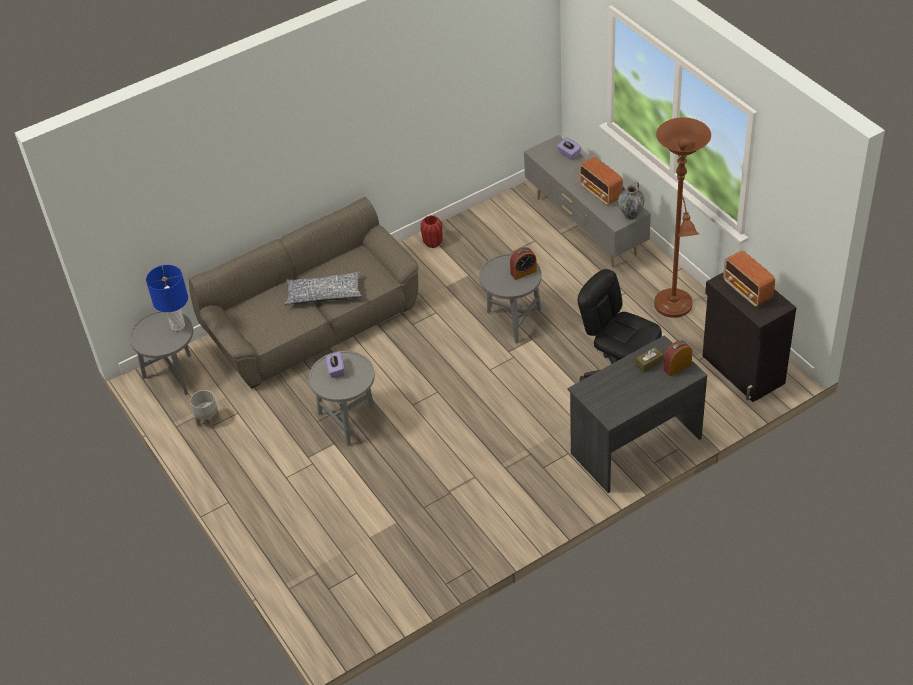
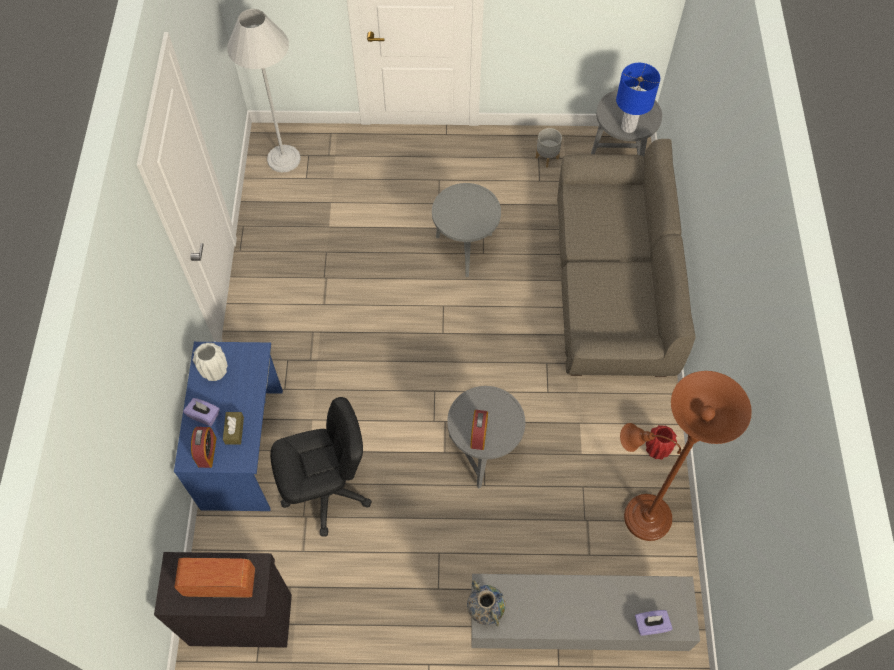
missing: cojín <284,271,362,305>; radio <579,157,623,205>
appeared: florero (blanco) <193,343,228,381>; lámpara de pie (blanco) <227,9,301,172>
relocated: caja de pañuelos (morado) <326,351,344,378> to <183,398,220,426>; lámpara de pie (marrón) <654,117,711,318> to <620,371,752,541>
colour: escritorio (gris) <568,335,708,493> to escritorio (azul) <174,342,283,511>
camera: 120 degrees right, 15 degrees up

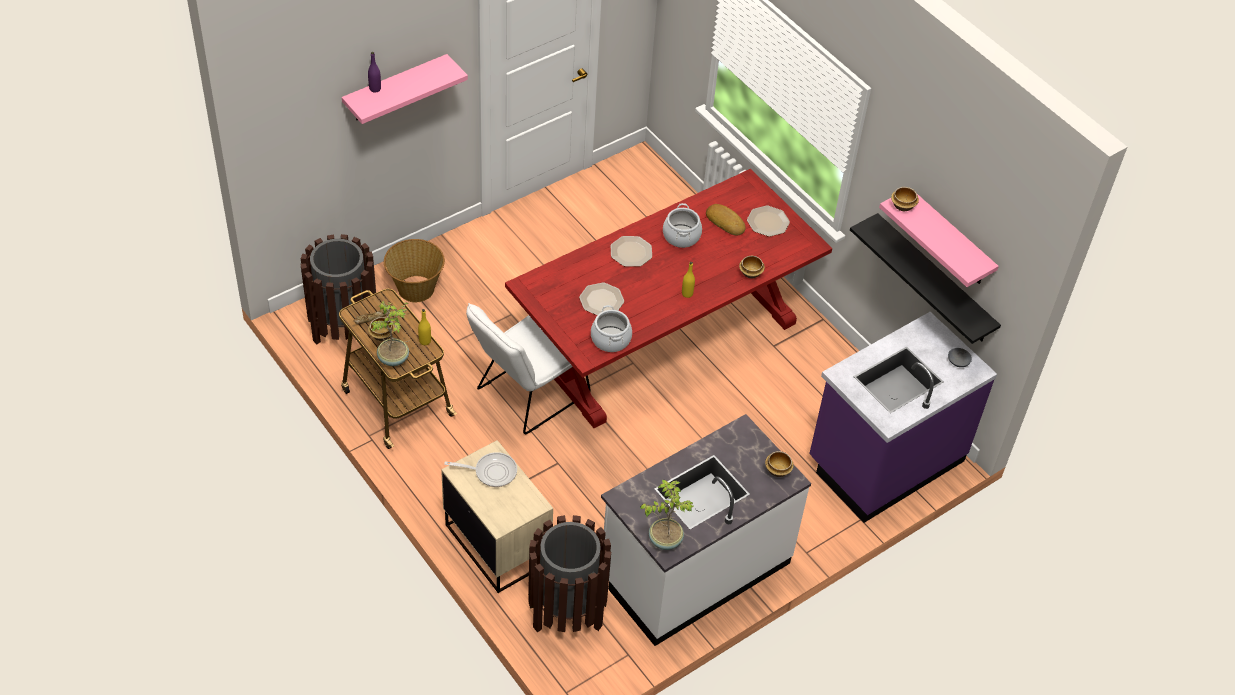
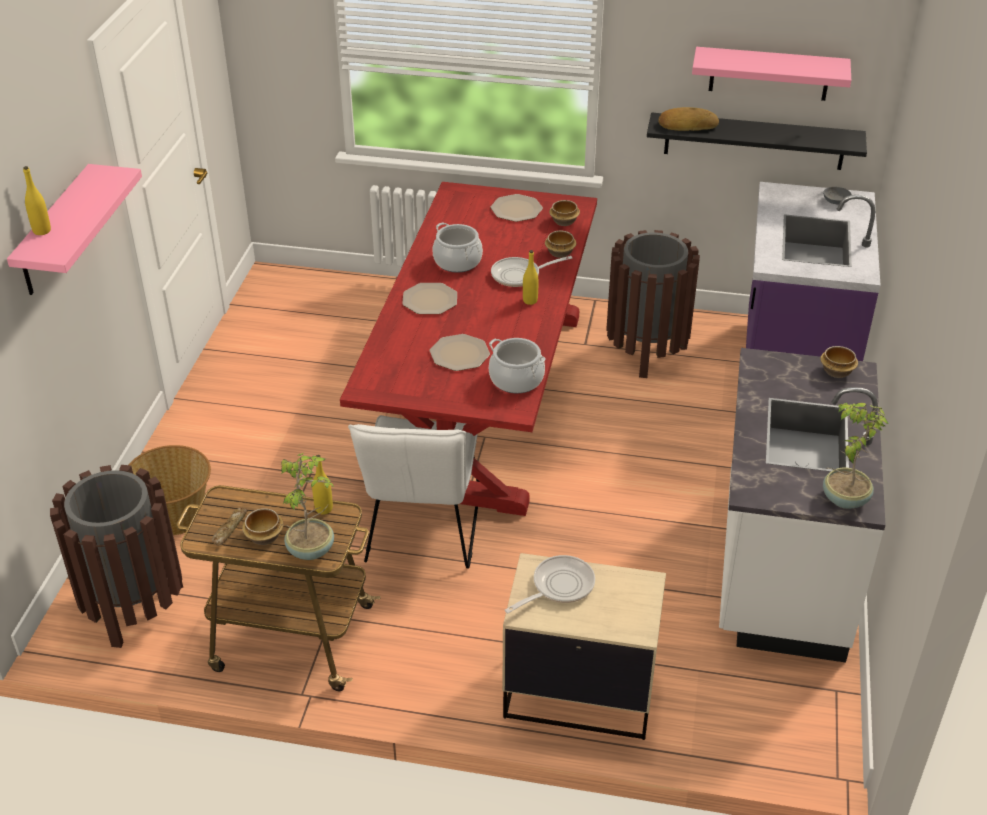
appeared: sartén <491,256,572,287>
relocated: papelera (marrón) <528,515,611,633> to <606,230,700,378>; pan <706,204,746,235> to <659,107,719,131>; cuenco <891,187,919,211> to <549,200,580,226>
colour: botella (morado) <368,52,381,92> to botella (amarillo) <23,166,51,235>
camera: 40 degrees left, 10 degrees down

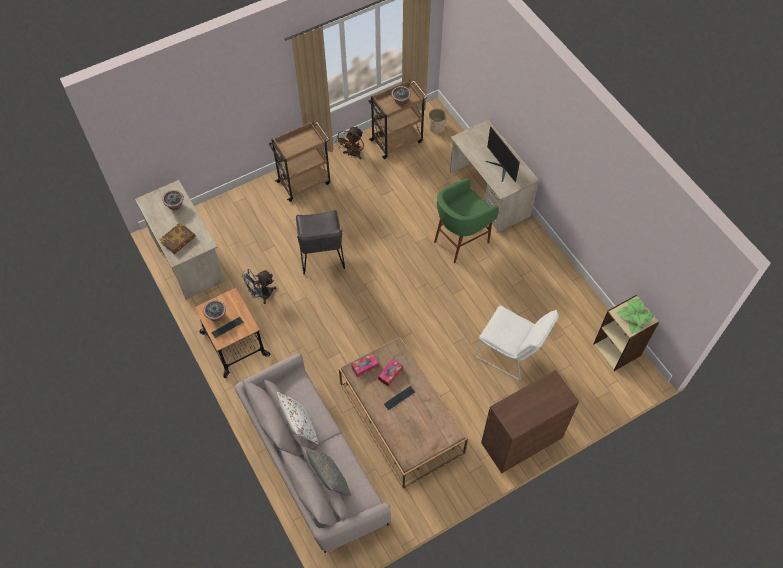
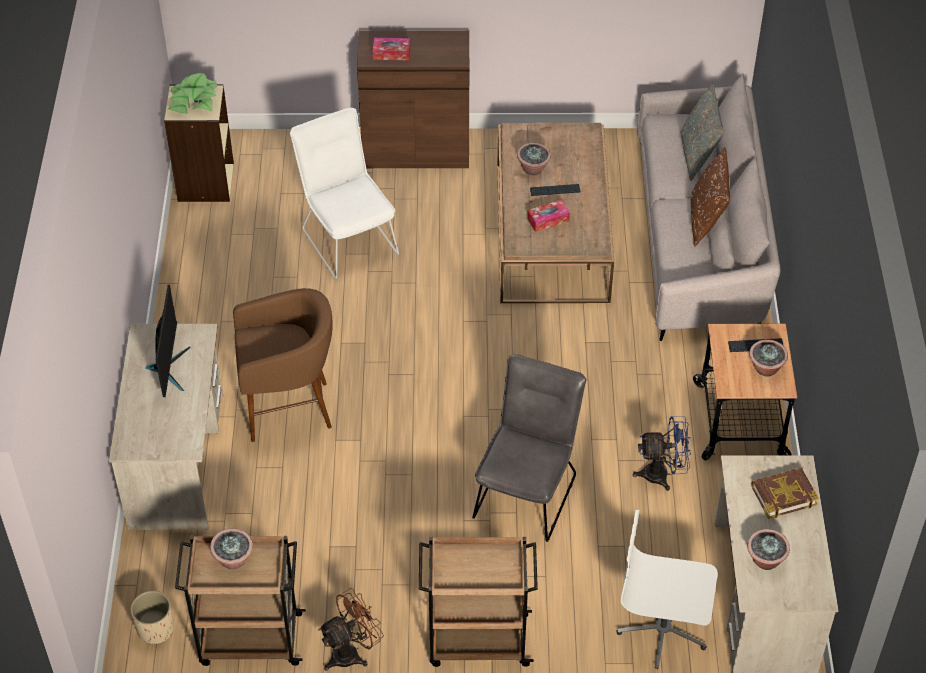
appeared: planta en maceta <517,143,551,176>; silla de oficina (blanco) <617,509,718,669>
relocated: caja de pañuelos <351,353,379,377> to <373,38,410,60>
colour: cojín (blanco) <277,392,319,444> to cojín (marrón) <691,148,730,247>; taburete (verde) <434,178,499,263> to taburete (marrón) <233,288,332,442>
camera: 150 degrees left, 10 degrees down

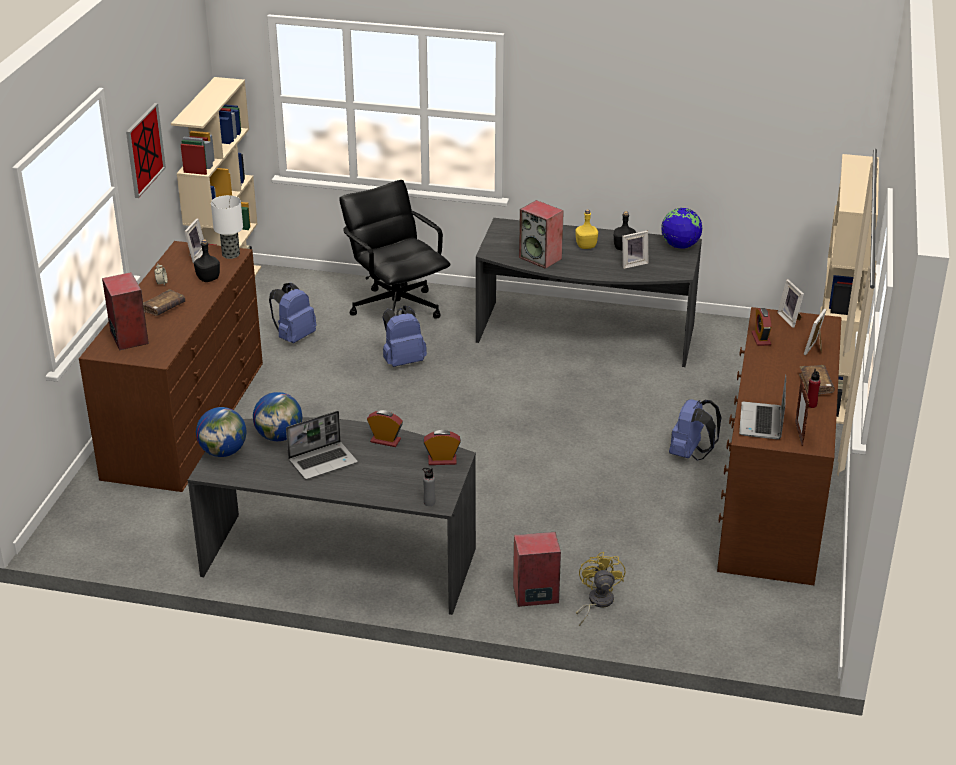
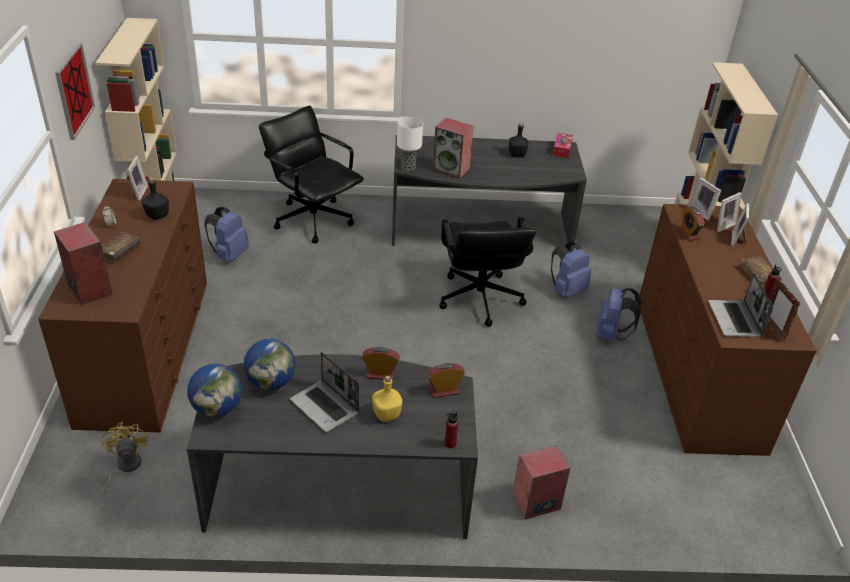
appeared: silla de oficina (negro) <439,217,536,327>
relocated: lámpara de mesa <211,195,243,259> to <397,116,423,171>; mochila (azul) <382,306,427,367> to <551,242,591,298>; botella (amarillo) <575,209,598,249> to <372,376,402,422>; ventilador (amarillo) <576,552,625,626> to <102,422,148,496>; portarretratos <622,231,648,269> to <717,192,742,232>
exchanged: globo terráqueo <661,208,702,249> to caja de pañuelos <553,133,573,158>
colour: botella (gris) <423,468,435,506> to botella (rojo) <444,412,459,448>
spun: portátil <286,411,358,480> = <290,352,359,432> 90 degrees clockwise
camera: 15 degrees left, 5 degrees up

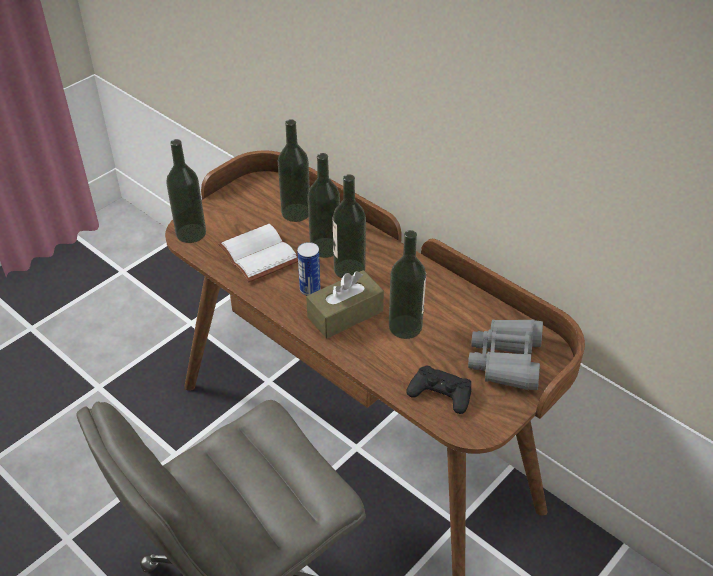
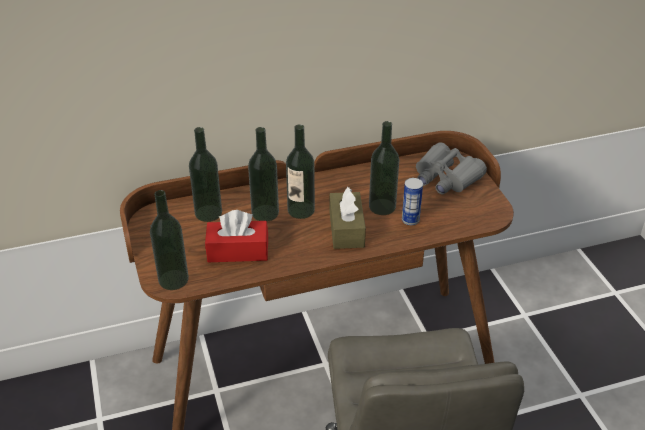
missing: mando de consola (negro) <406,365,471,414>
relocated: lata <297,242,320,296> to <402,178,423,225>
exchanged: libro (blanco) <218,223,298,282> to caja de pañuelos (rojo) <205,210,268,262>
camera: 60 degrees left, 5 degrees down

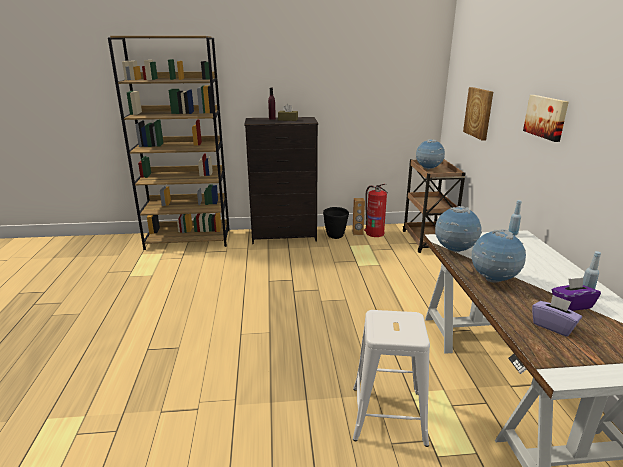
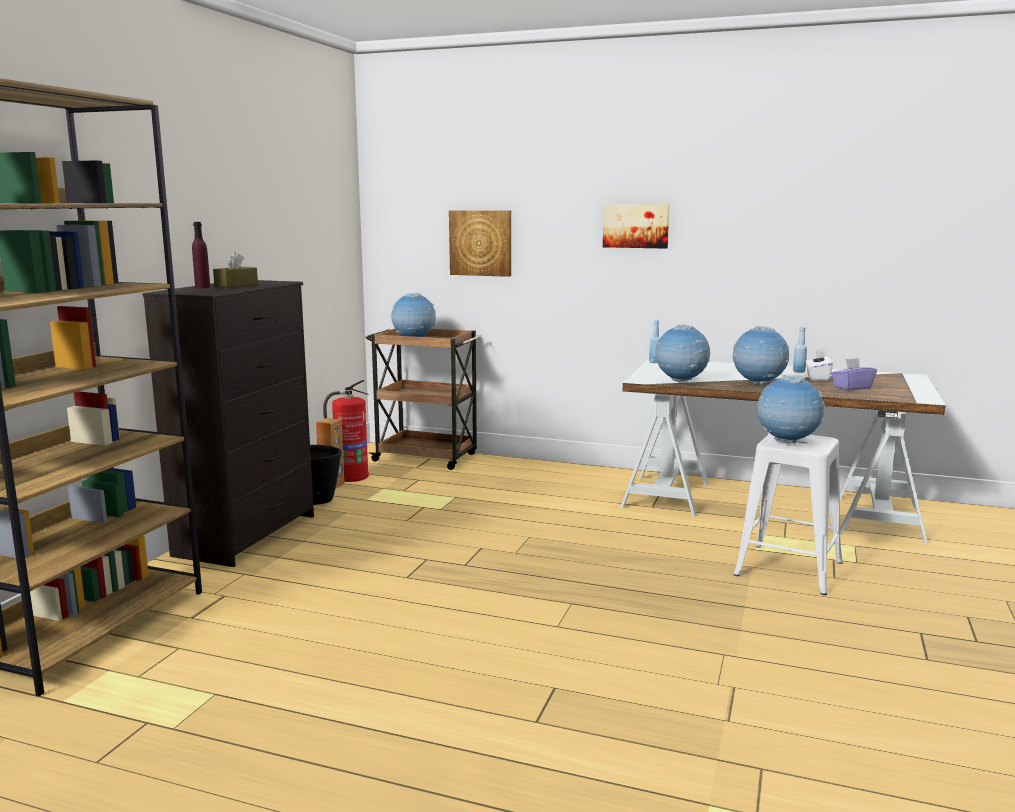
appeared: globo terráqueo <757,375,825,443>
colour: caja de pañuelos (morado) <552,278,601,311> to caja de pañuelos (blanco) <806,351,833,381>
camera: 65 degrees left, 10 degrees down

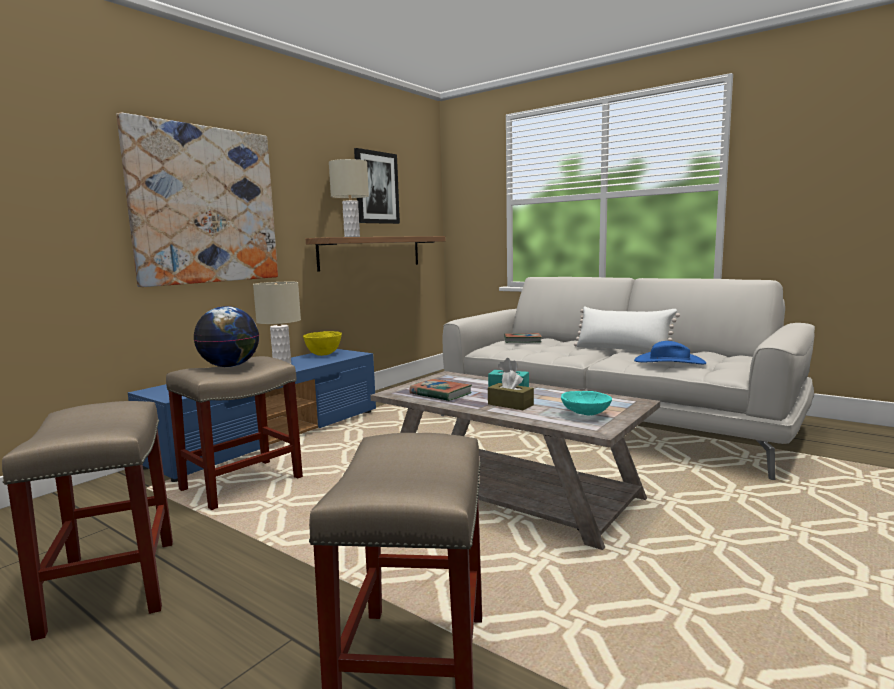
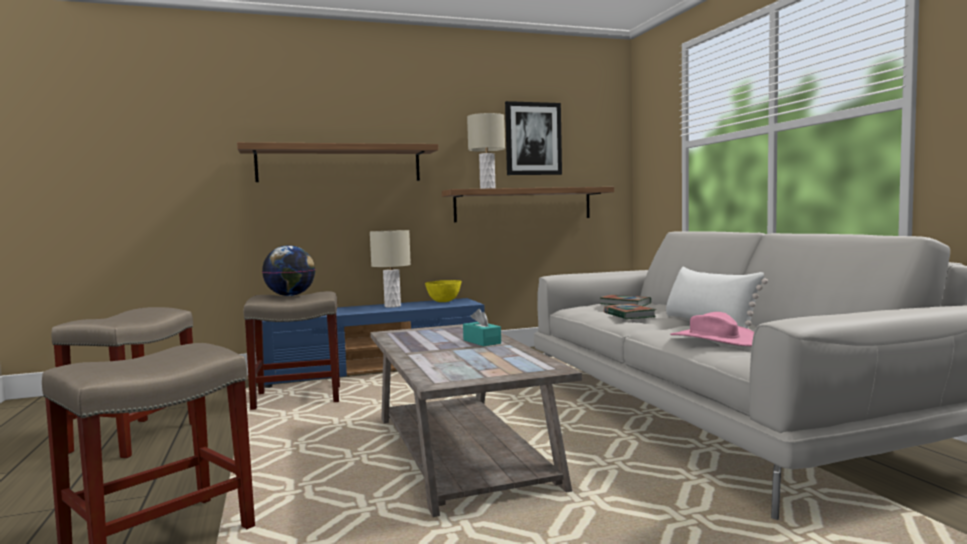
missing: caja de pañuelos (marrón) <488,370,534,410>; cuenco (turquesa) <561,391,612,416>
relocated: libro <409,379,472,401> to <604,304,656,319>
exchanged: cuadro <116,112,278,287> to estante <237,142,438,182>
colour: sombrero (azul) <634,341,706,364> to sombrero (rosa) <670,312,754,346>
camera: 35 degrees right, 5 degrees down

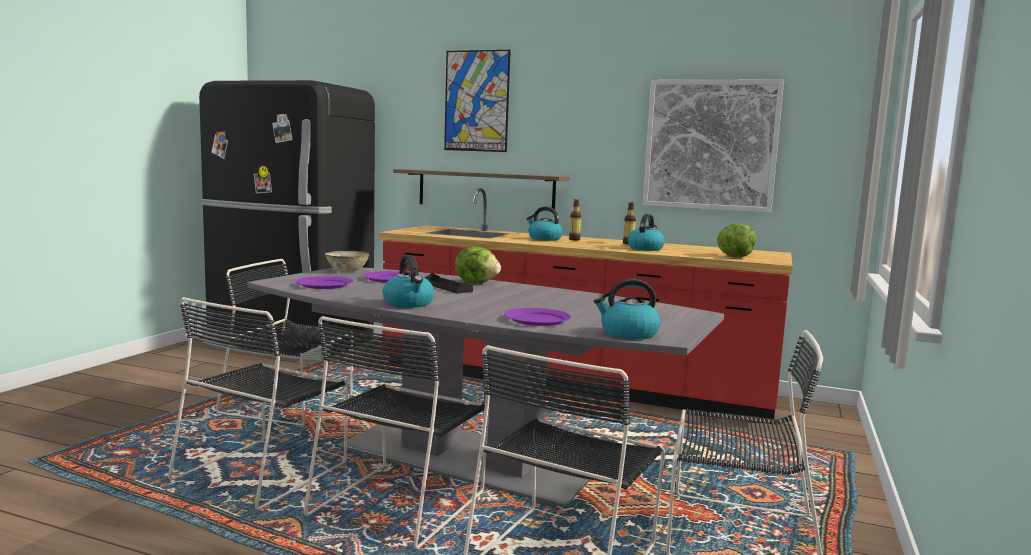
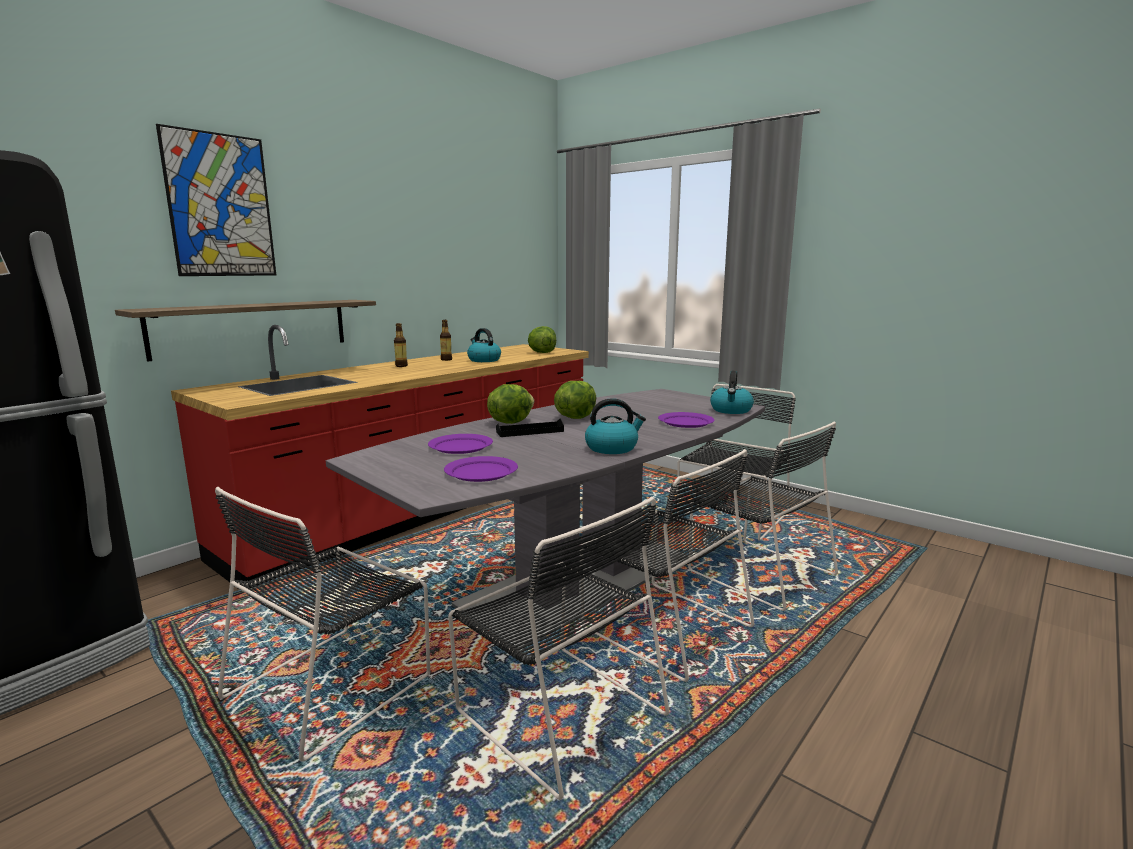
missing: cuenco <325,251,369,272>; hervidor <527,207,563,241>; cuadro <643,79,784,213>
appeared: lechuga <554,381,596,419>
camera: 70 degrees left, 5 degrees up

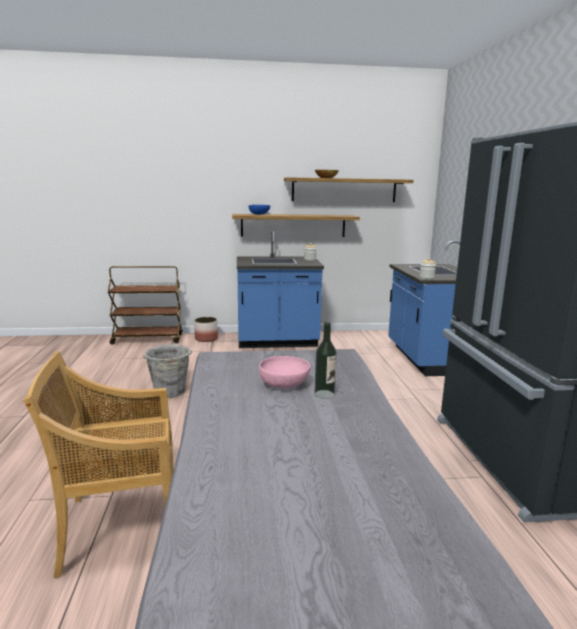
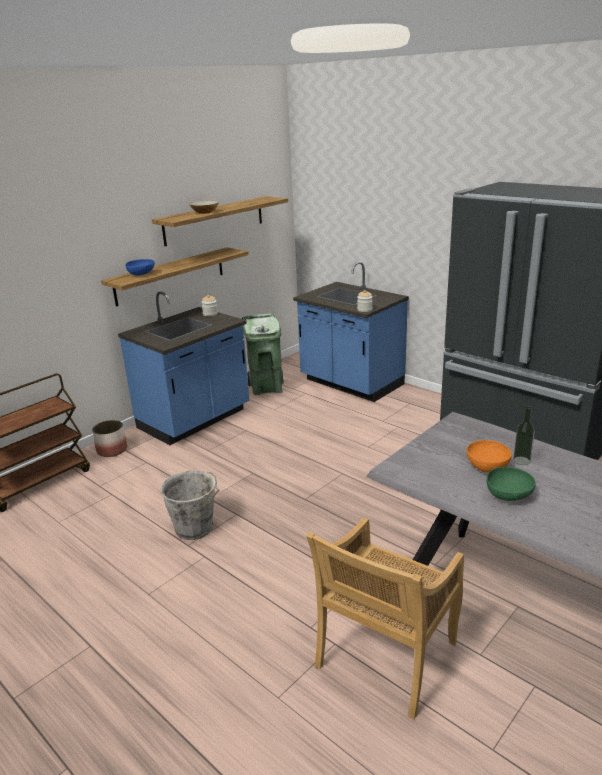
appeared: papelera (verde) <242,313,284,395>; cuenco (verde) <486,467,536,501>
colour: cuenco (rosa) <259,356,310,389> to cuenco (naranja) <466,440,512,472>
camera: 40 degrees left, 10 degrees up

